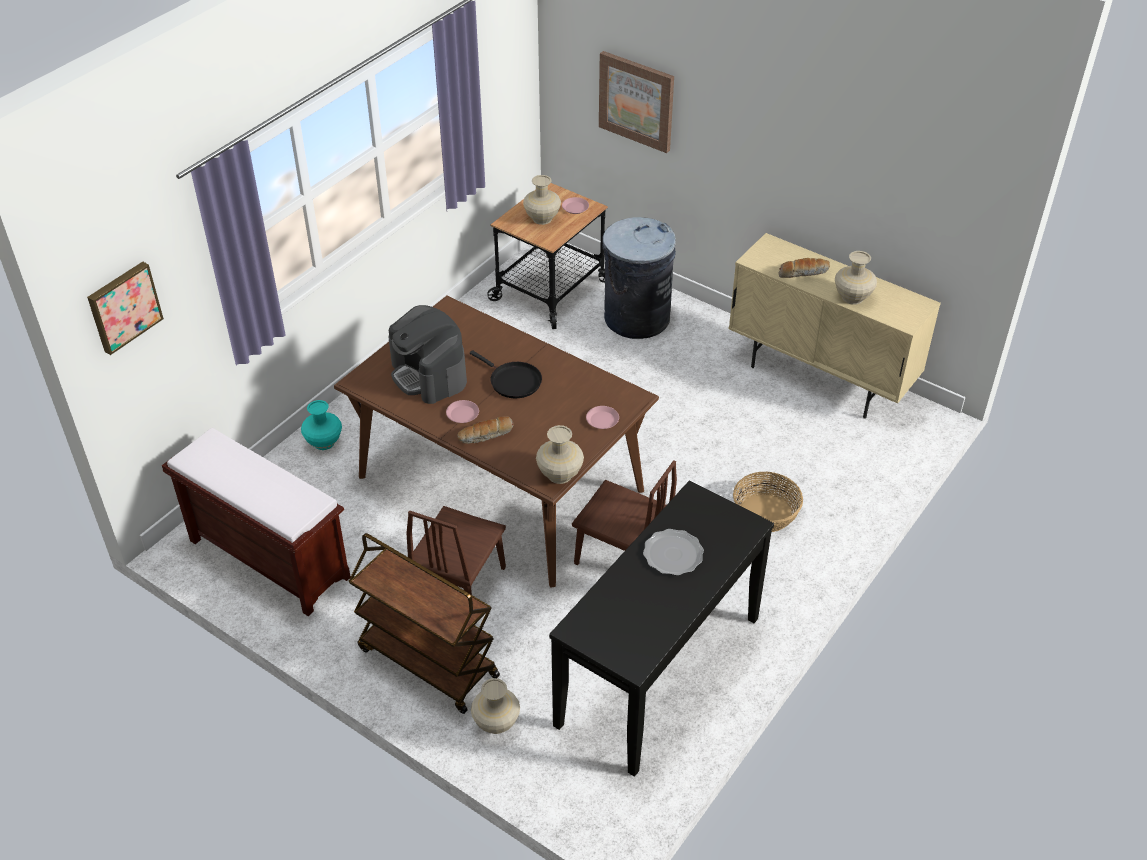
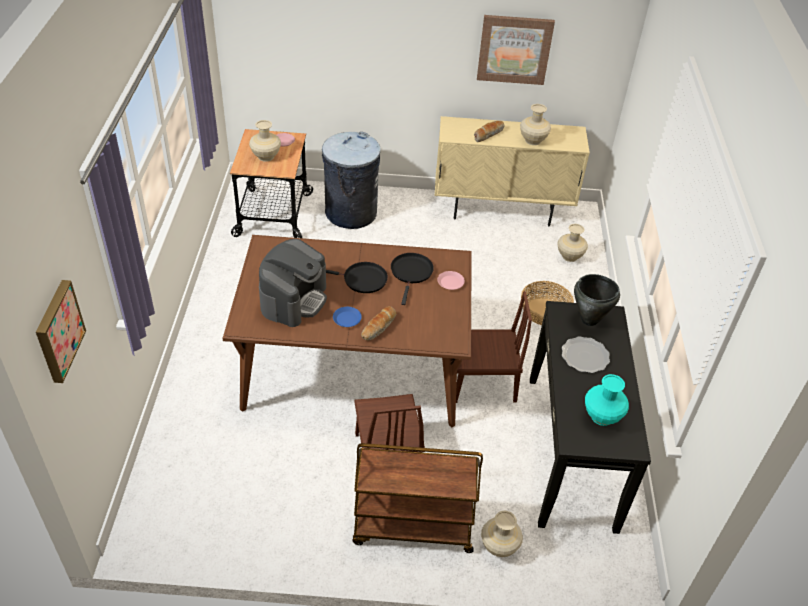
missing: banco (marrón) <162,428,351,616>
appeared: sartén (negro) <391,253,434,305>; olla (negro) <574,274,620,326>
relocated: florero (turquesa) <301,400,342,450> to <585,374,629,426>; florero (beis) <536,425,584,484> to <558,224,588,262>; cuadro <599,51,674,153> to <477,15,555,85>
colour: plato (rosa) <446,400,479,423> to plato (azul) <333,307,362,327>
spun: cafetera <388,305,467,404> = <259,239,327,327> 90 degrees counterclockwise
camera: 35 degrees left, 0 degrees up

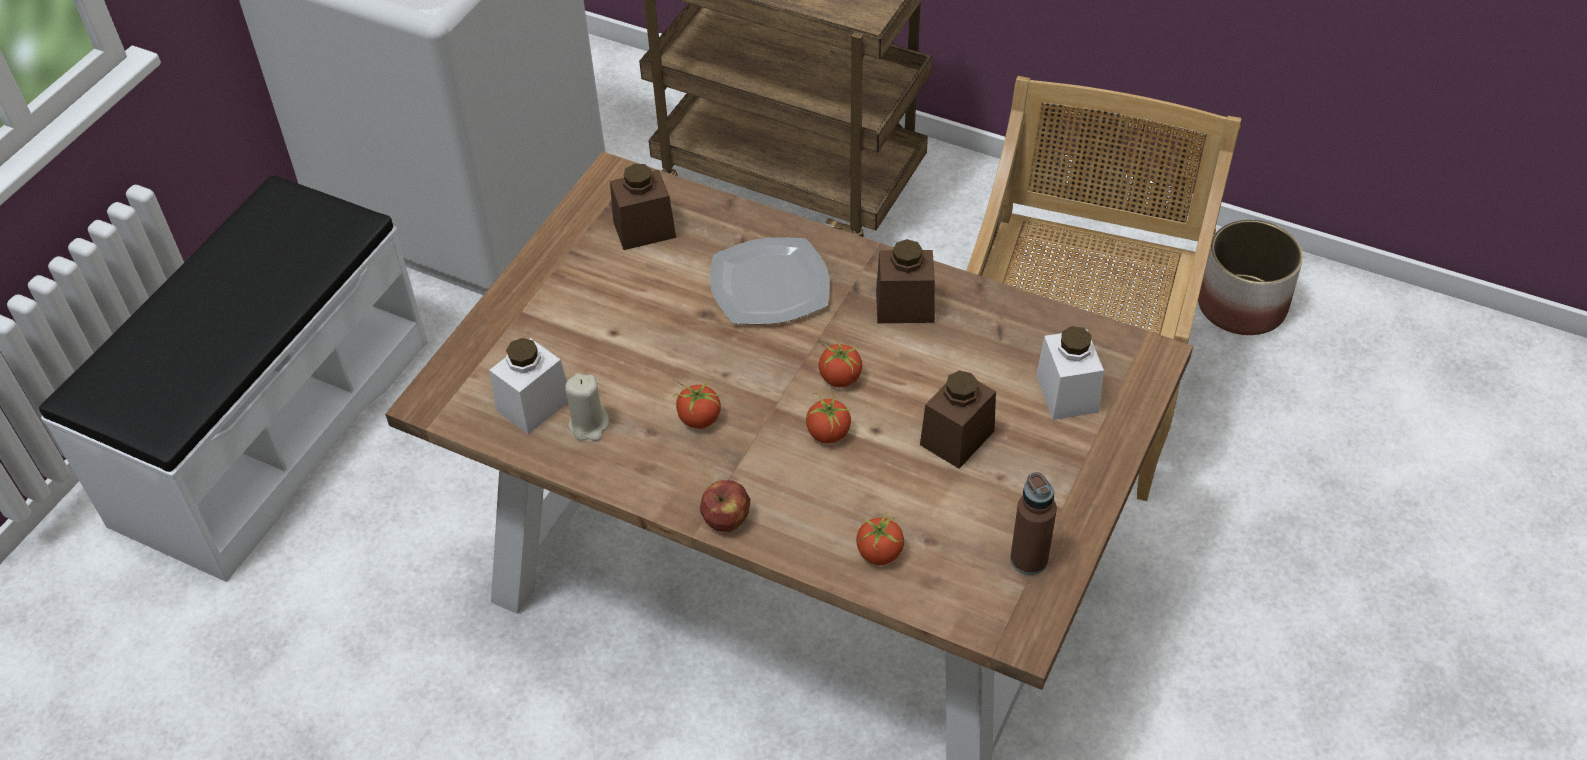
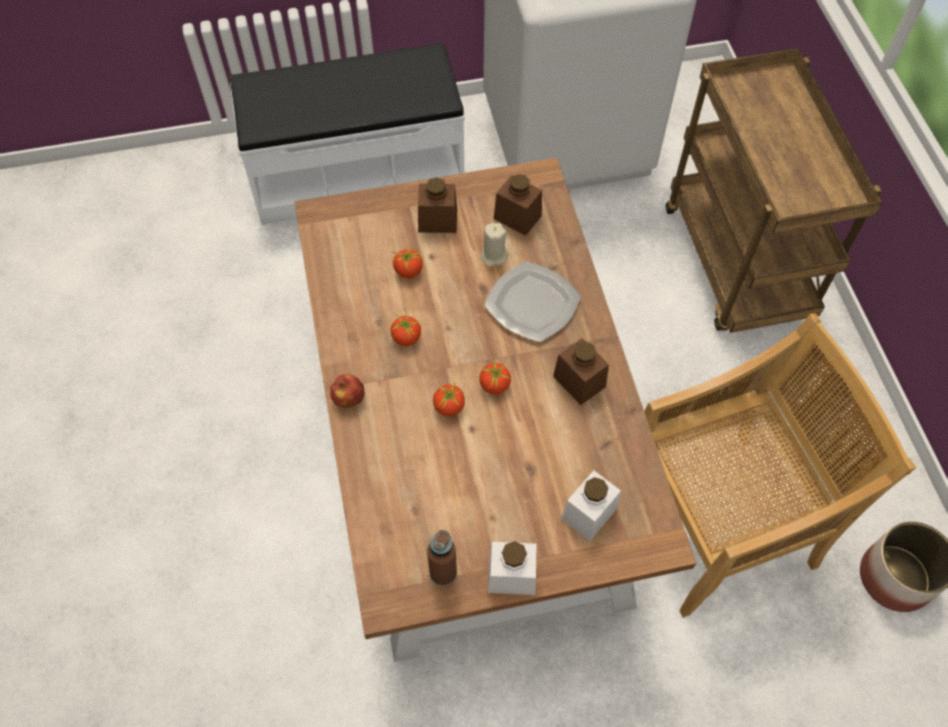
relocated: tarro (blanco) <489,338,568,434> to <488,541,537,595>; vela (beis) <565,373,609,441> to <480,223,509,267>; tomate <856,511,904,565> to <391,245,423,278>; tarro (marrón) <920,370,996,469> to <418,177,457,233>
camera: 50 degrees right, 10 degrees up

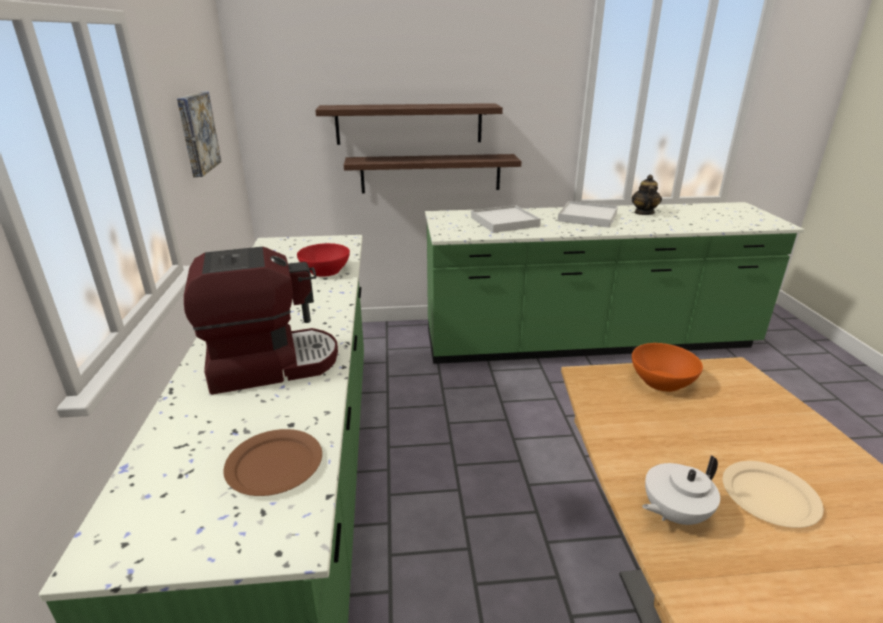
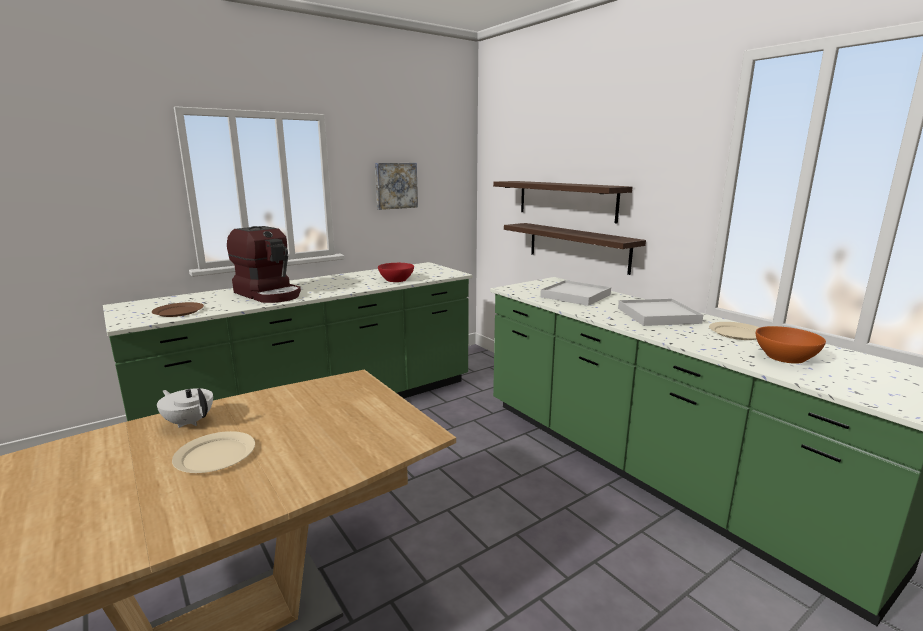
relocated: cuenco (naranja) <632,343,703,392> to <756,326,826,364>
exchanged: tetera <631,175,662,215> to plato (beis) <709,322,760,340>
camera: 60 degrees right, 10 degrees down

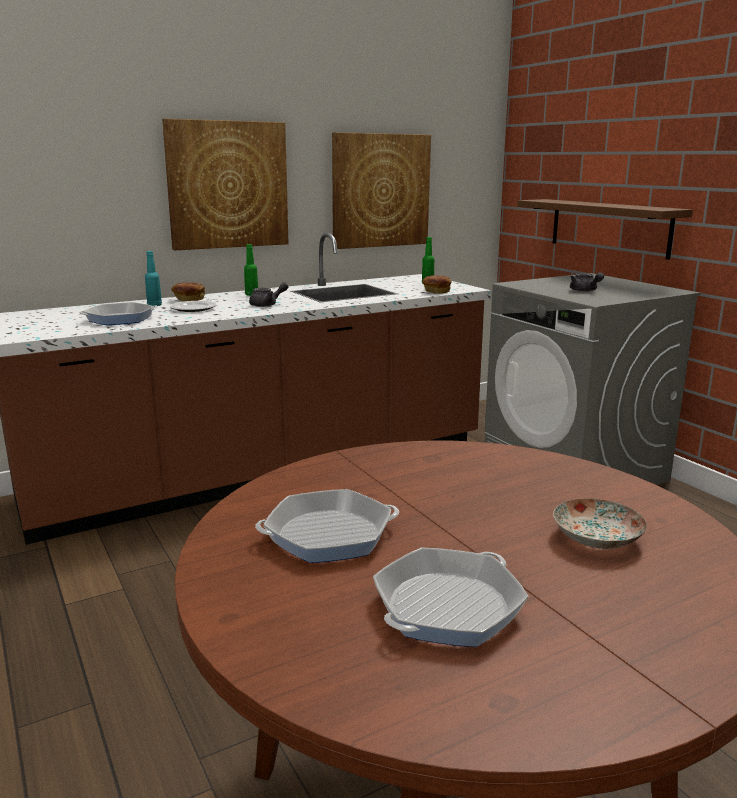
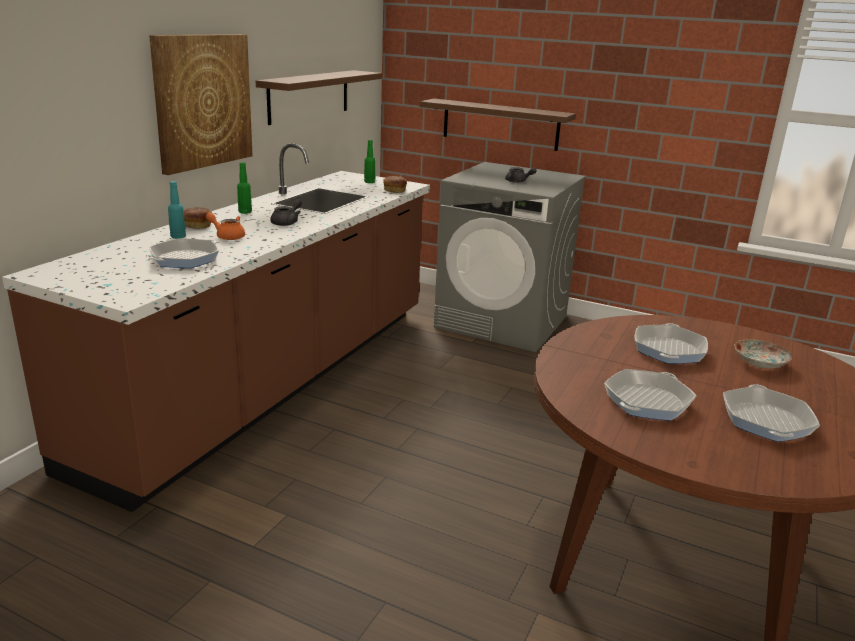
appeared: sartén <634,323,708,364>
exchanged: plato <170,301,217,312> to tetera (naranja) <206,212,245,240>; cuadro <332,132,431,249> to estante (marrón) <256,70,382,125>
camera: 35 degrees left, 5 degrees up

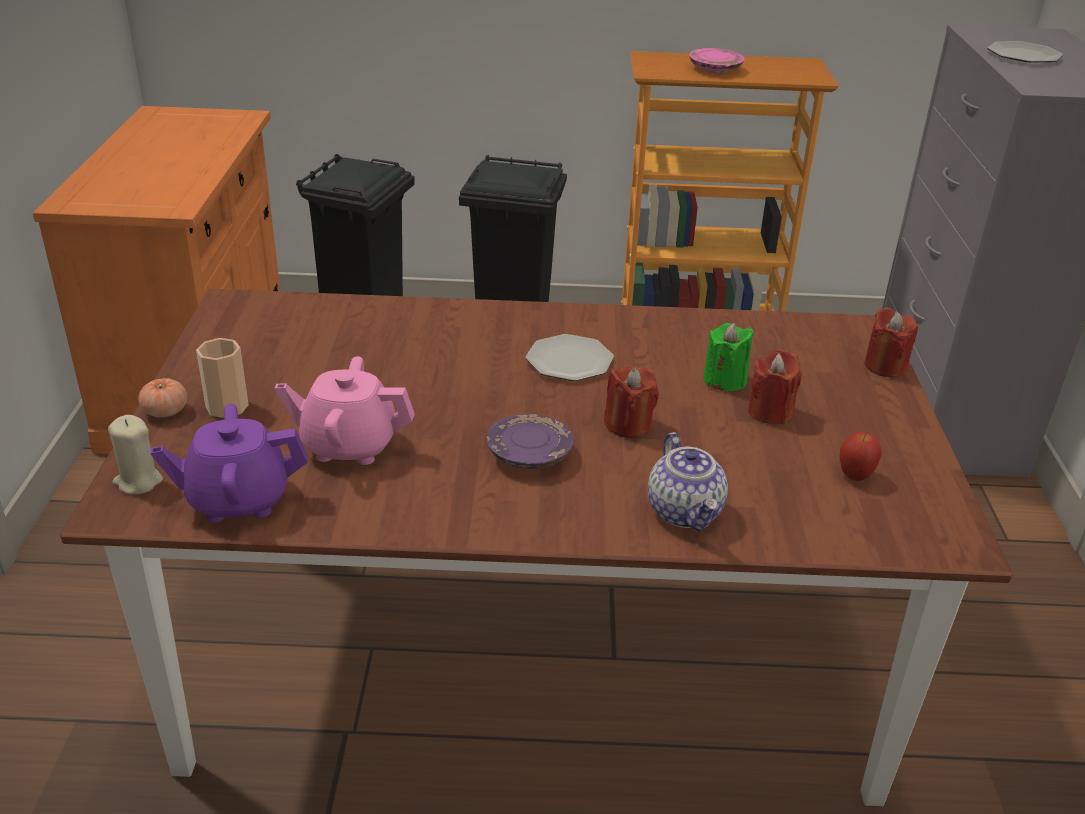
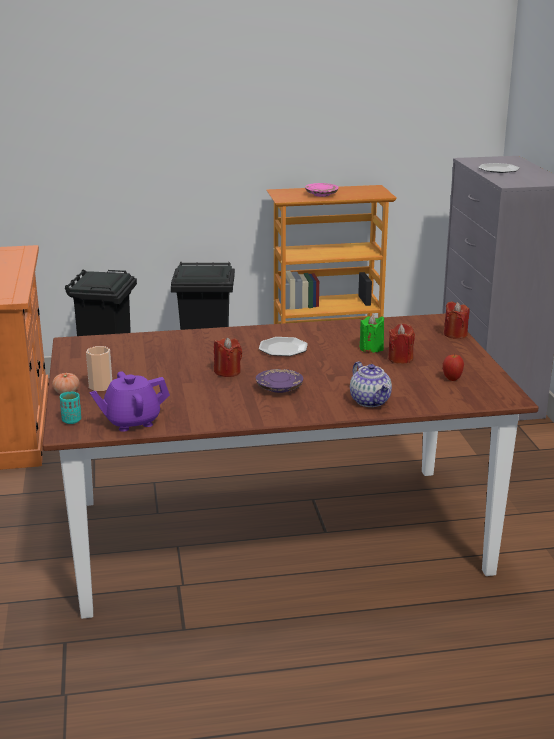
missing: tetera (rosa) <275,356,415,465>
relocated: vela (rojo) <604,365,659,438> to <214,337,242,377>
exchanged: vela (beis) <108,415,163,495> to taza (turquesa) <60,392,81,424>
camera: 10 degrees left, 10 degrees down

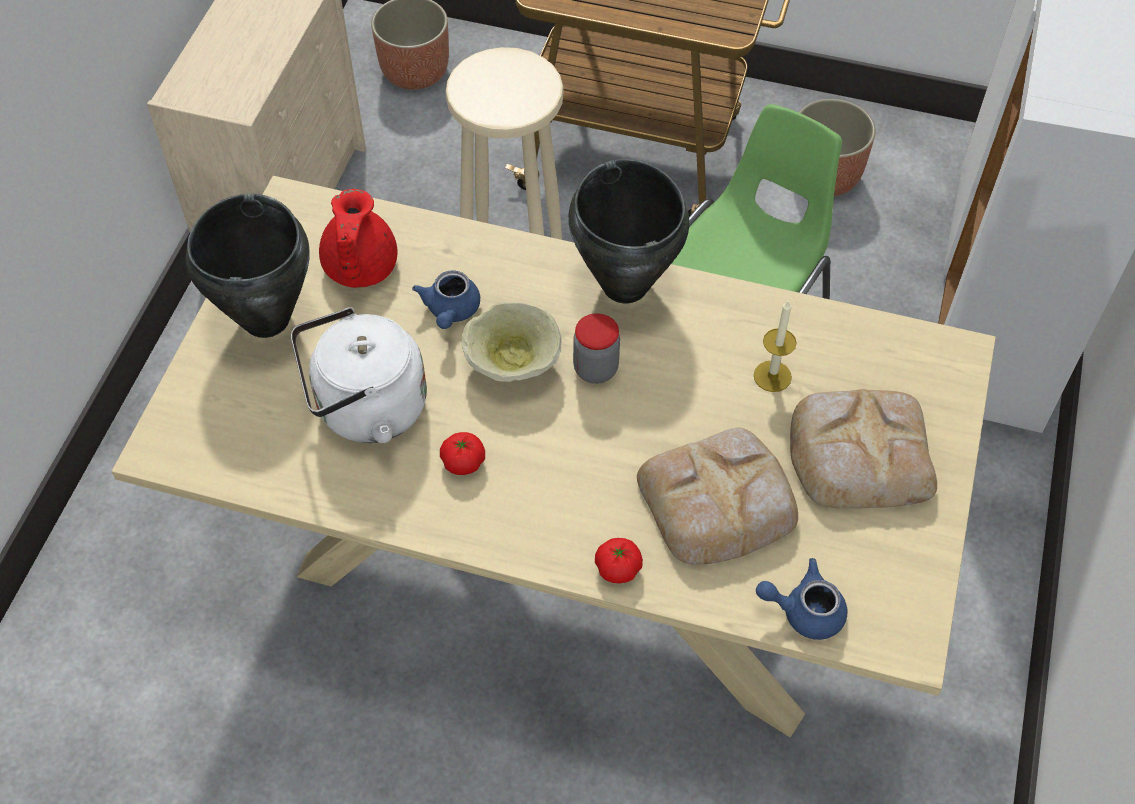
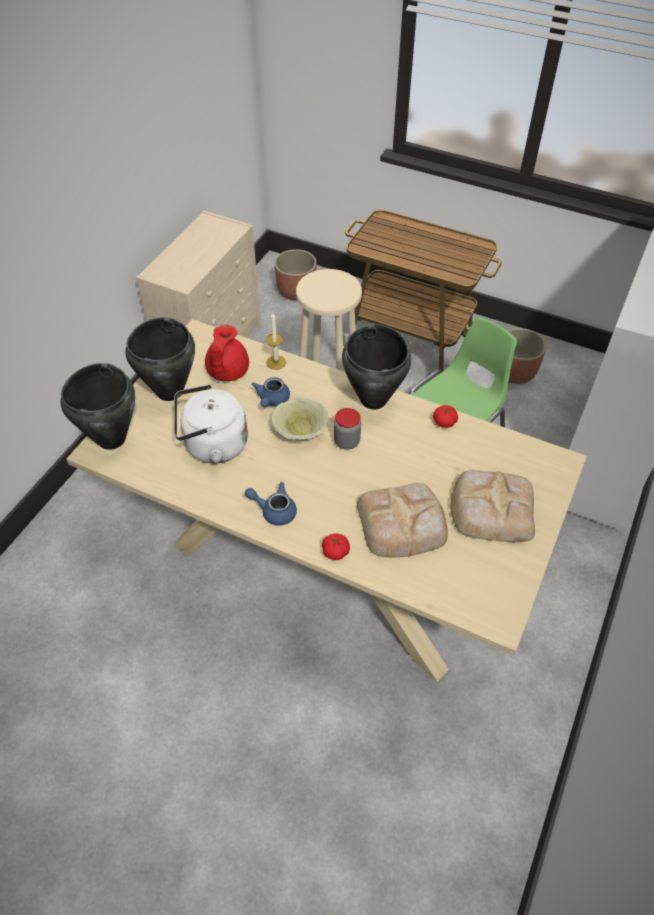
appeared: olla (negro) <61,363,135,450>
relocated: tomate <440,432,485,475> to <433,405,458,428>; vela <754,300,797,392> to <266,313,286,370>; tetera (azul) <756,558,847,640> to <245,482,297,526>
camera: 10 degrees right, 5 degrees down

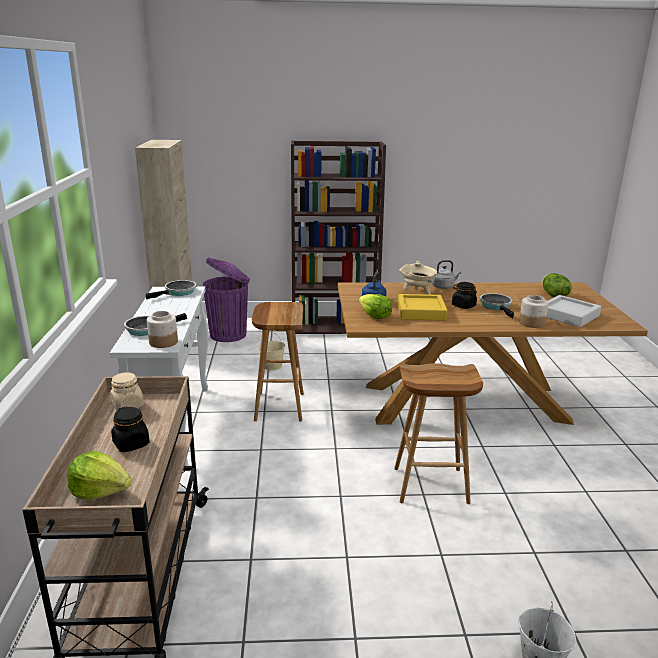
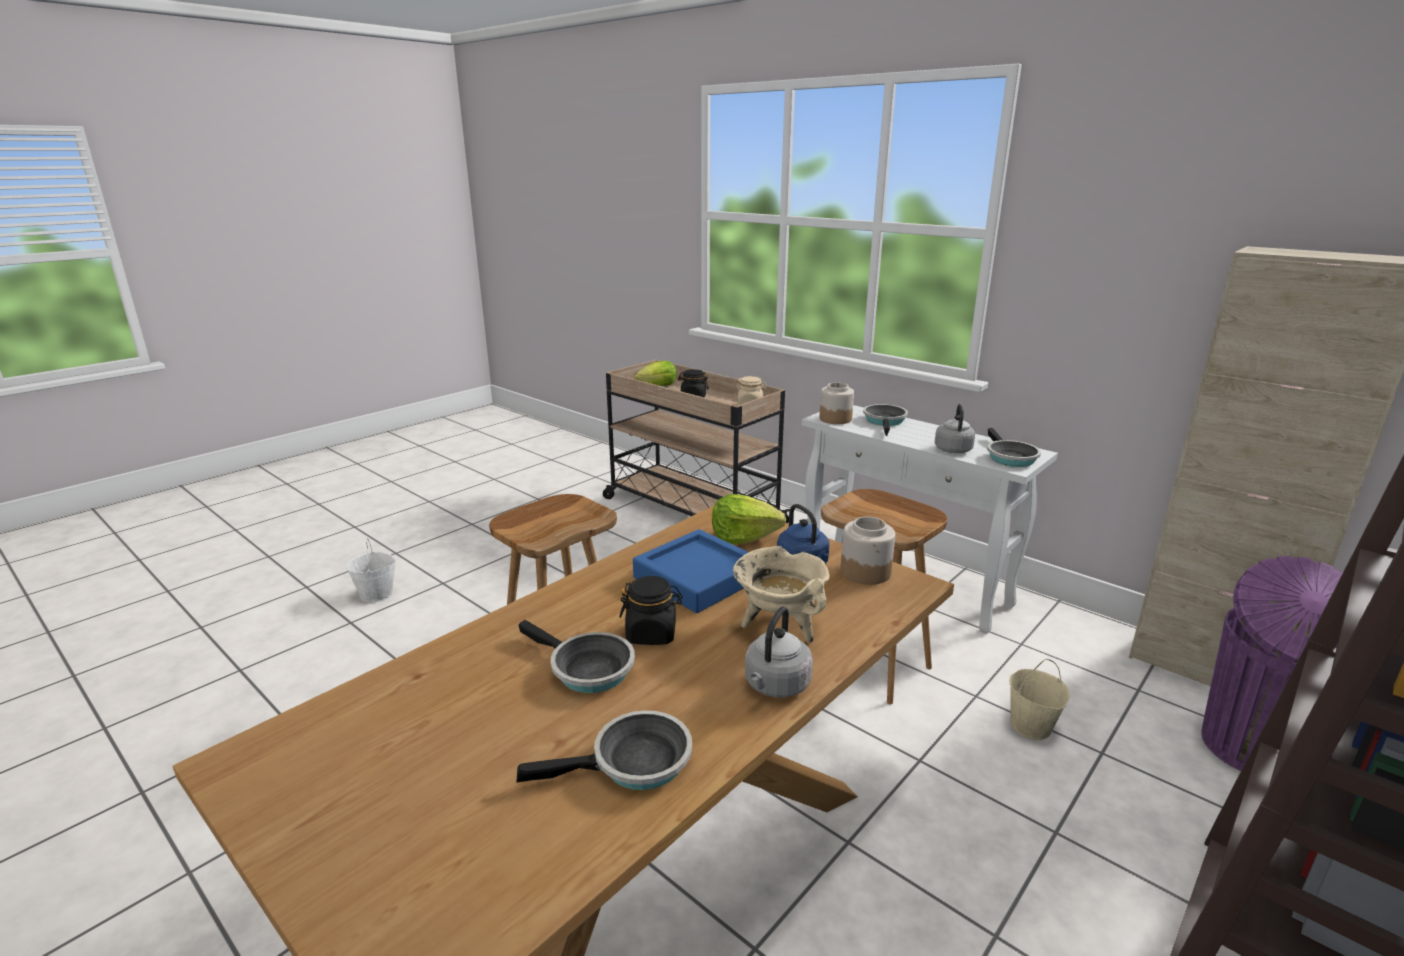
missing: lechuga <542,273,572,297>; bandeja (gris) <547,295,601,327>
appeared: sartén <517,710,692,790>; hervidor (gris) <935,404,975,453>
relocated: tarro <519,295,549,328> to <841,516,895,585>
colour: bandeja (amarillo) <397,294,448,321> to bandeja (azul) <633,529,748,613>
camera: 135 degrees right, 0 degrees up

